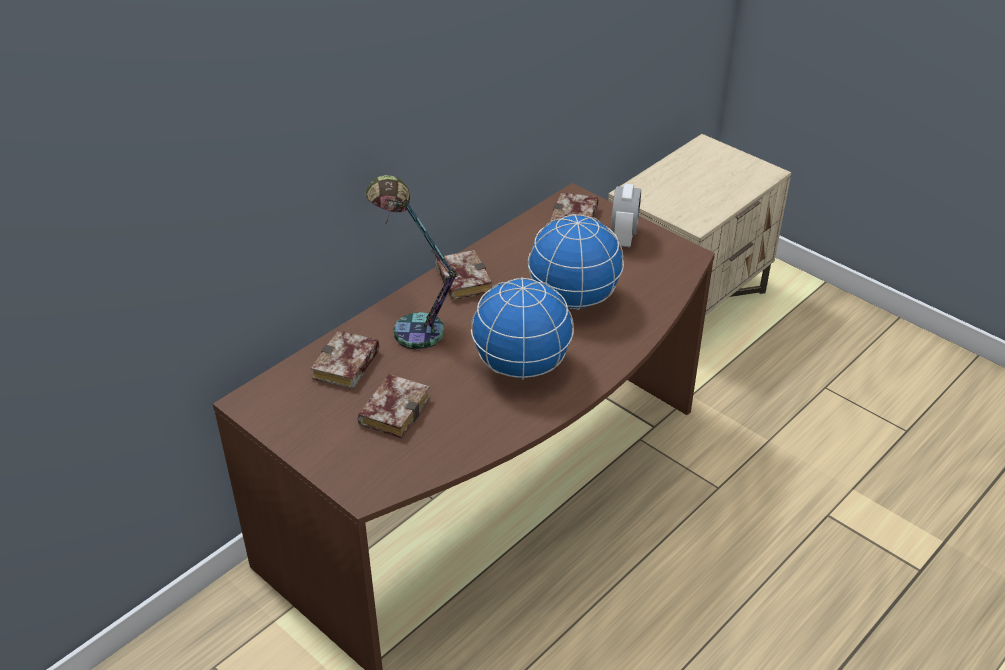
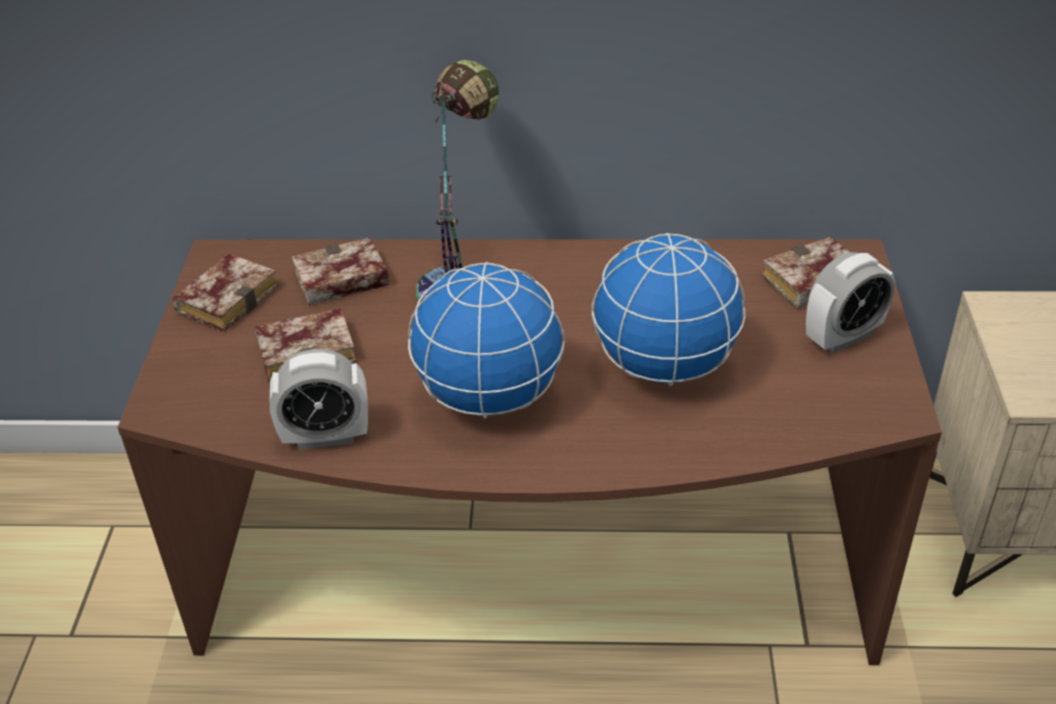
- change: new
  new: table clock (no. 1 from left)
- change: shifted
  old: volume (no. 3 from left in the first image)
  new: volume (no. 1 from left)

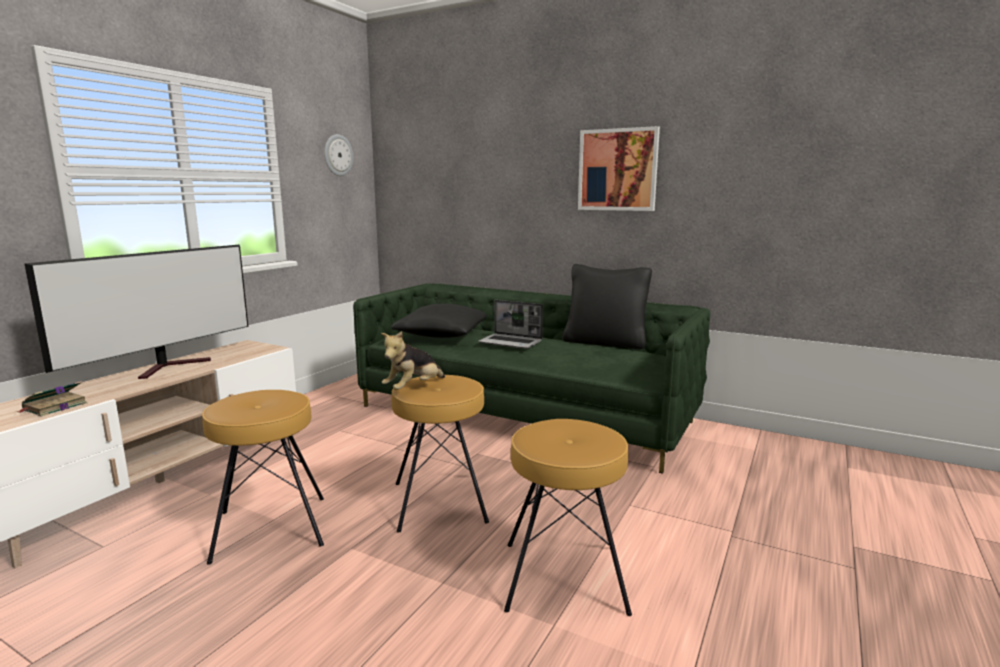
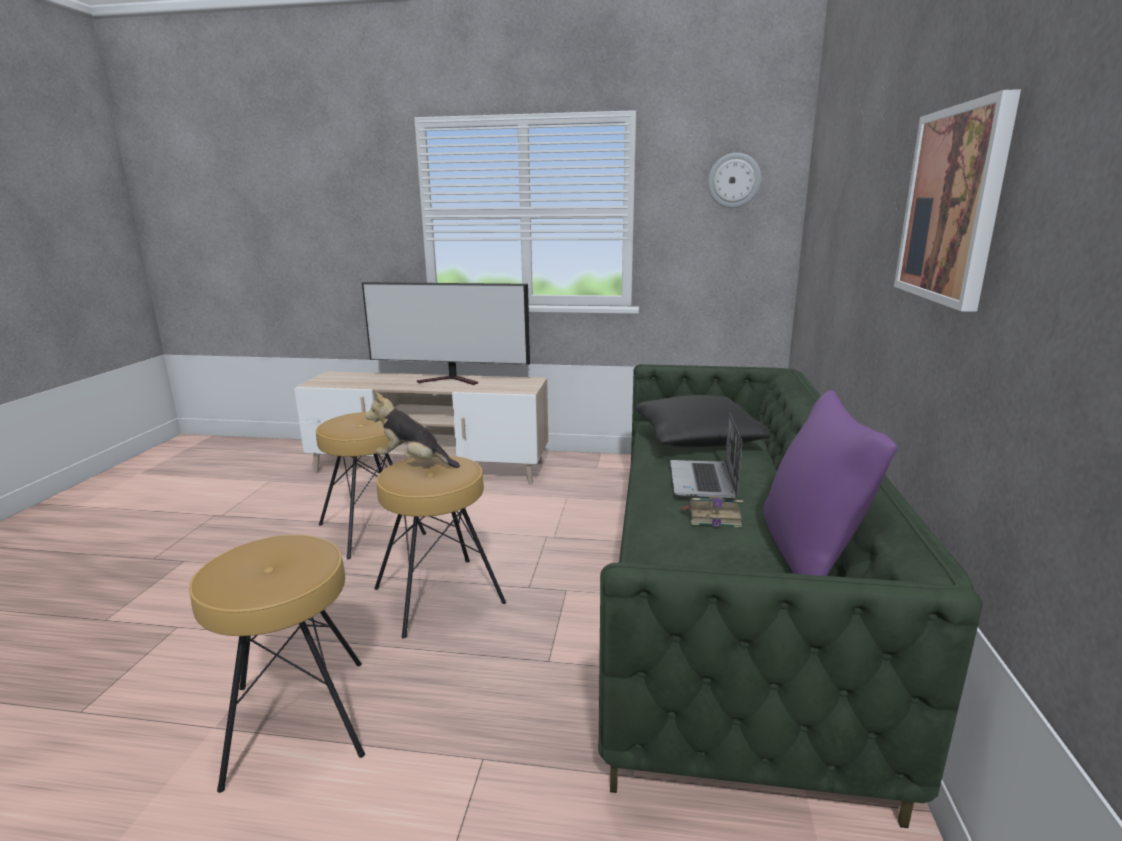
- change: shifted
  old: volume
- change: repainted
  old: throw pillow (black) (no. 2 from left)
  new: throw pillow (purple)

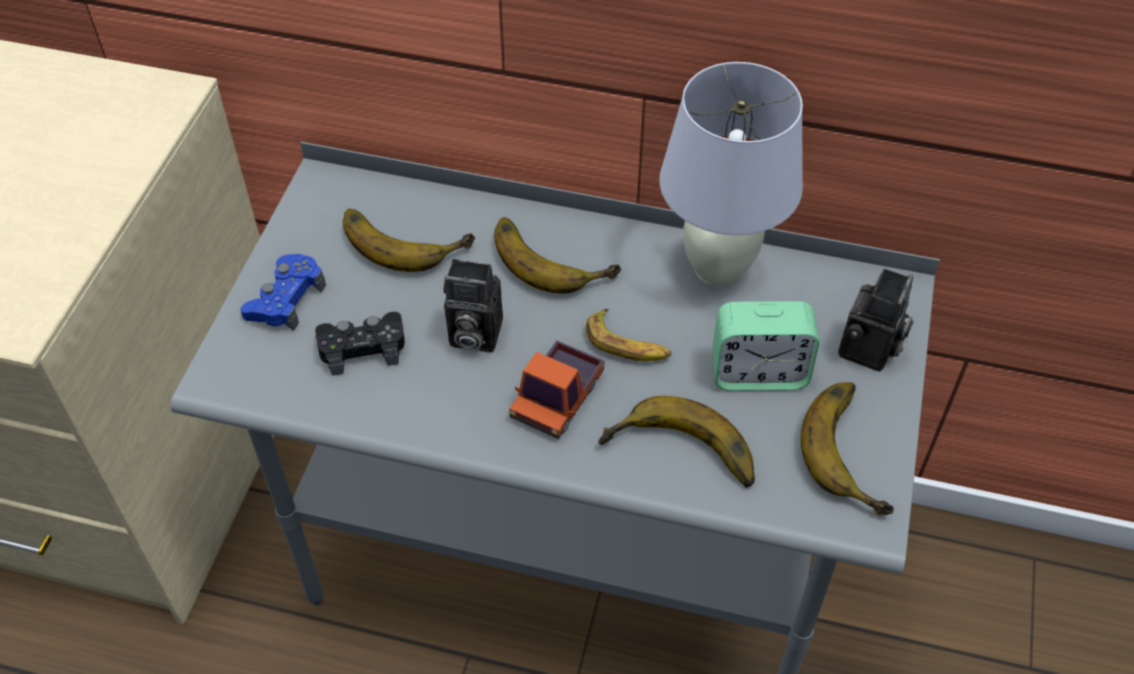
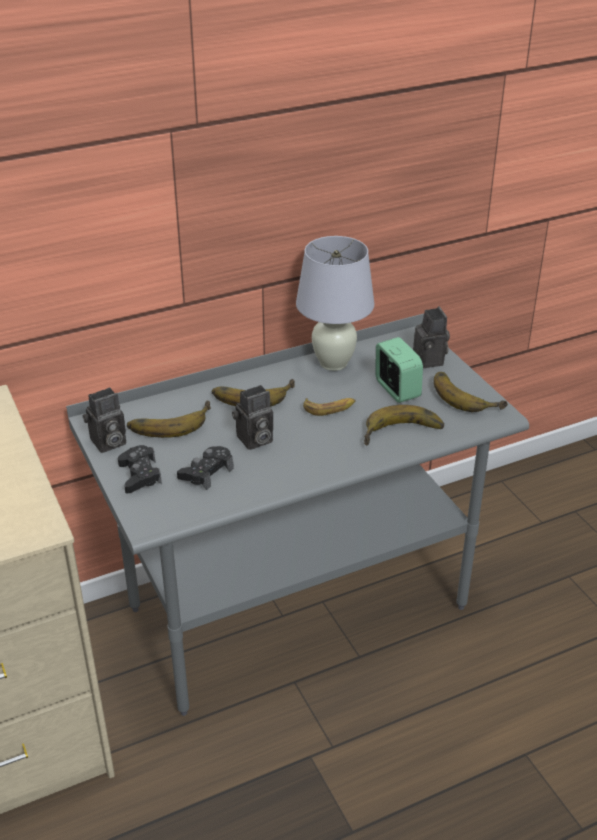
- change: gone
  old: toy truck
- change: new
  new: photo camera (no. 1 from left)
- change: repainted
  old: joypad (bluish)
  new: joypad (black) (no. 1 from left)
- change: rotated
  old: table clock
  degrees: -75

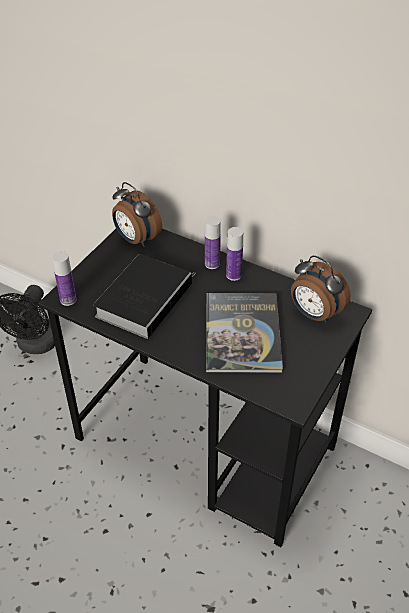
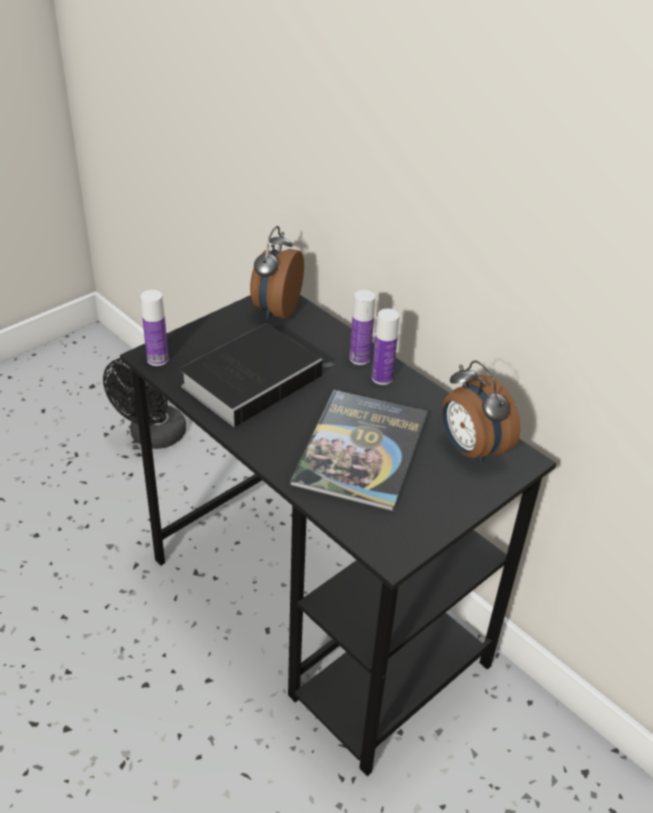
- change: rotated
  old: table clock (no. 1 from left)
  degrees: 45

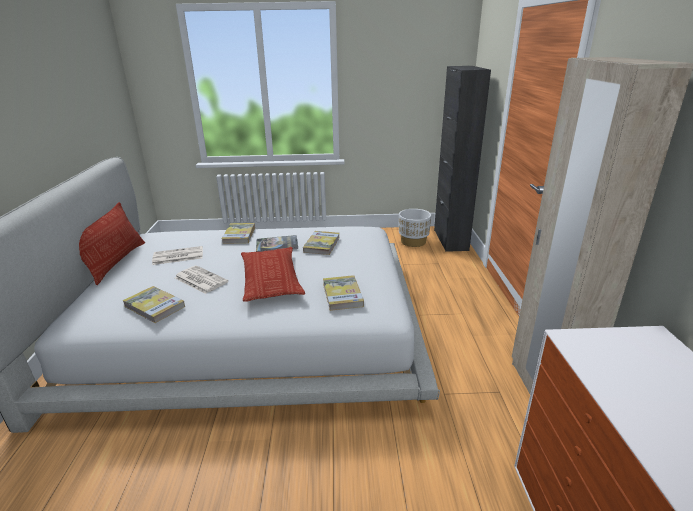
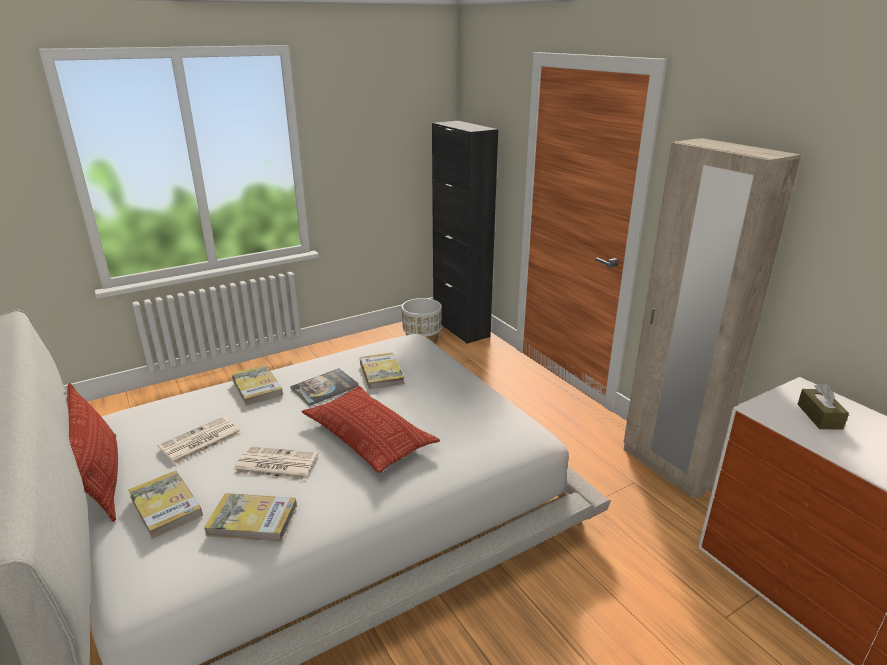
- change: new
  new: box of tissues (brown-coloured)
- change: shifted
  old: volume (no. 5 from left in the first image)
  new: volume (no. 1 from left)

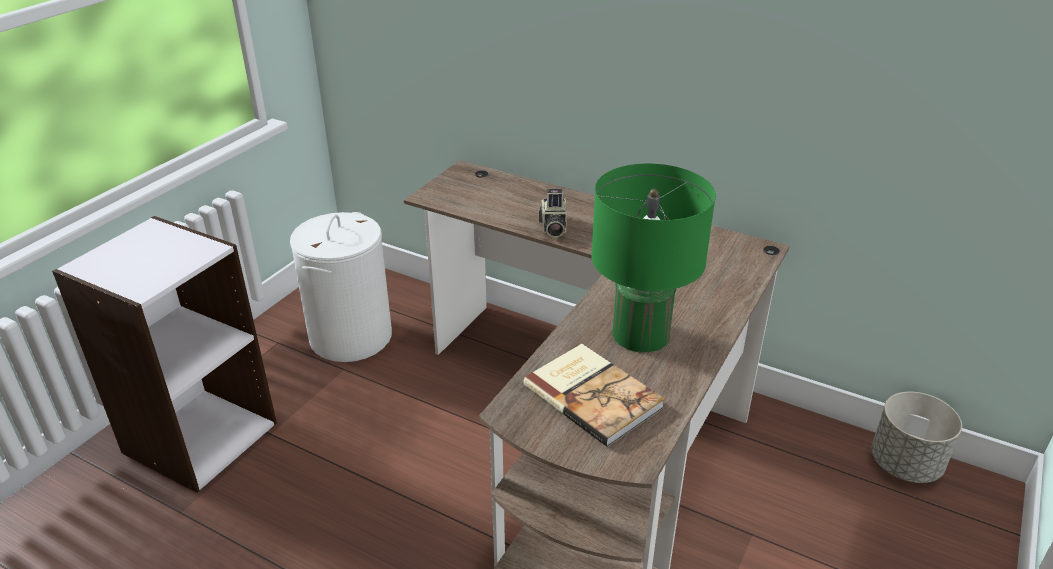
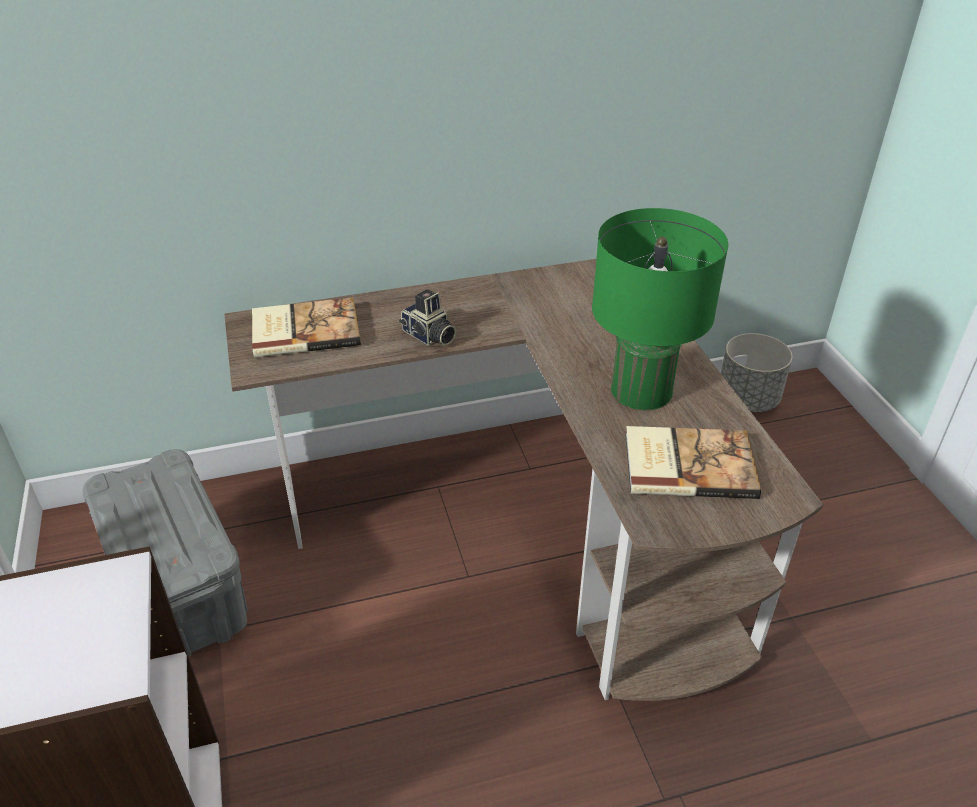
- change: new
  new: volume (no. 1 from left)
- change: swapped
  old: hamper (white)
  new: storage box (greyish)

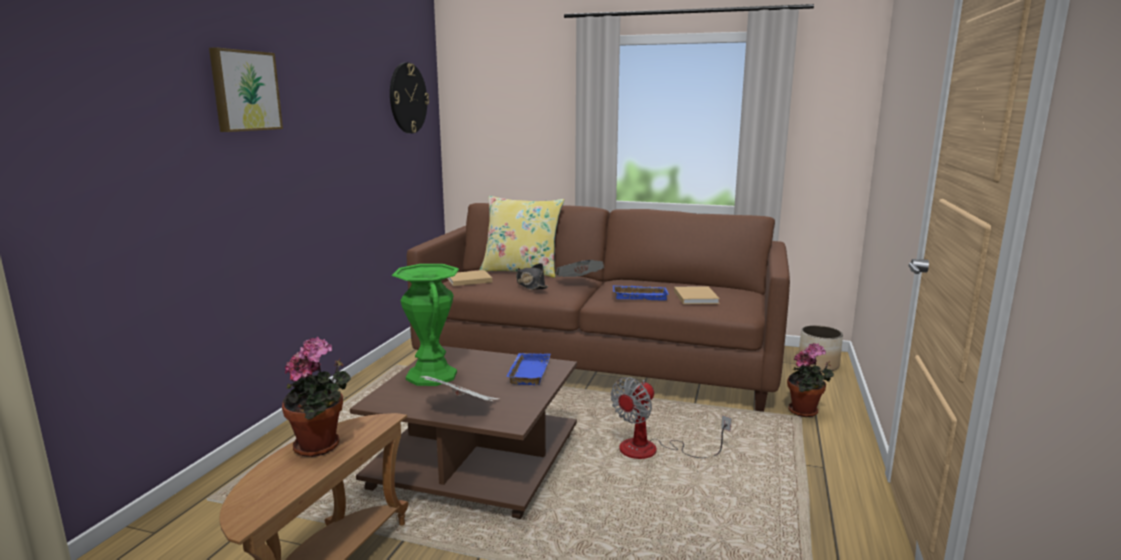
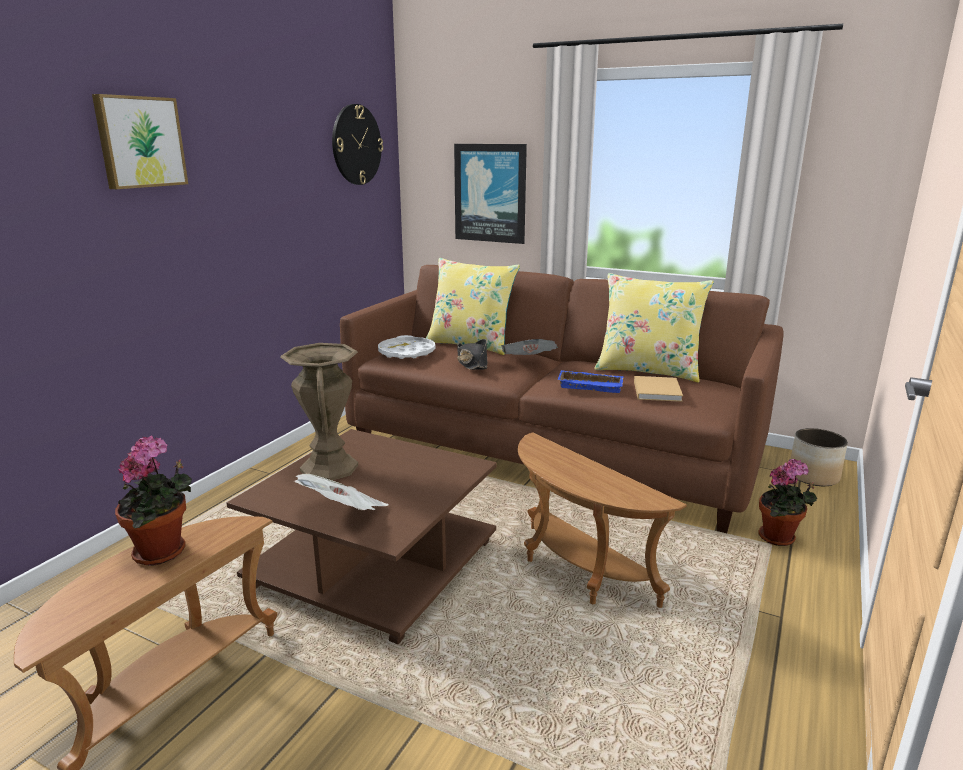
- change: gone
  old: tray (bluish) (no. 1 from left)
- change: new
  new: picture (no. 2 from left)
- change: new
  new: throw pillow (yellowish) (no. 2 from left)
- change: swapped
  old: volume (sand-coloured) (no. 1 from left)
  new: tray (white)
- change: swapped
  old: cooling fan
  new: end table (brown-coloured) (no. 2 from left)
- change: repainted
  old: decorative vase (greenish)
  new: decorative vase (brown-coloured)

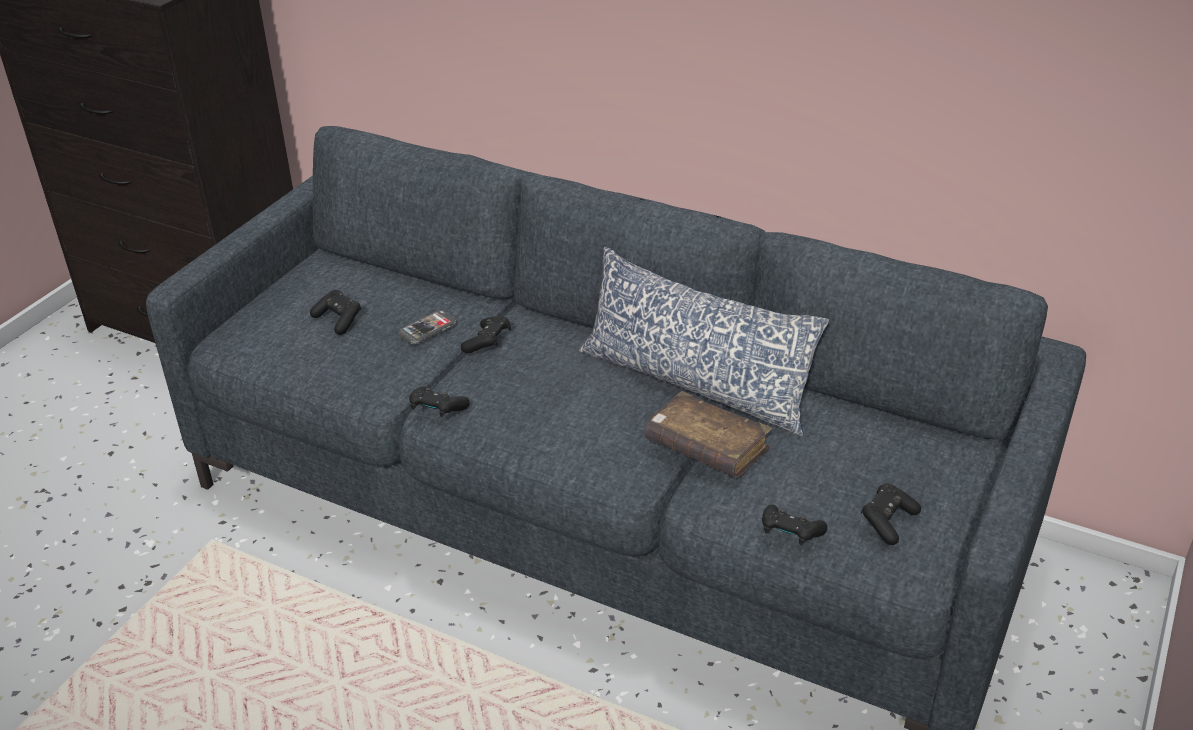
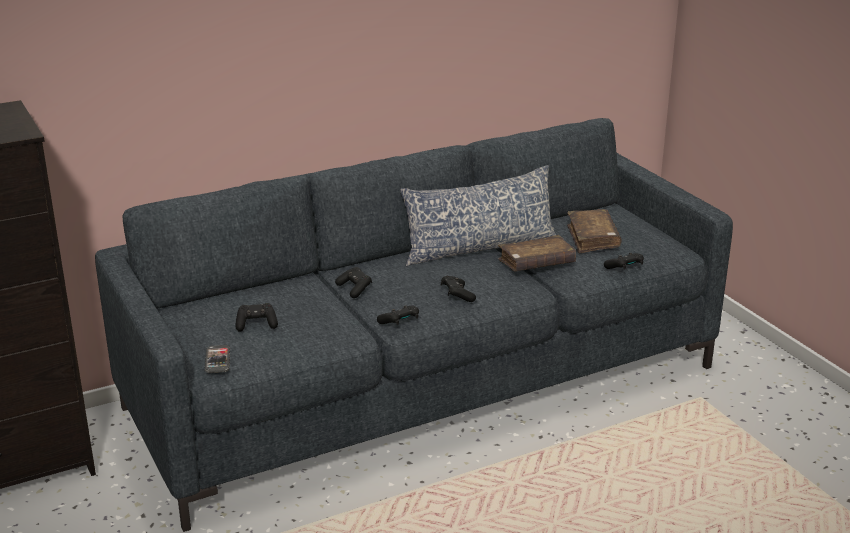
- change: new
  new: volume (brown-coloured) (no. 2 from left)
- change: shifted
  old: telephone
- change: shifted
  old: joypad (black) (no. 5 from left in the first image)
  new: joypad (black) (no. 4 from left)

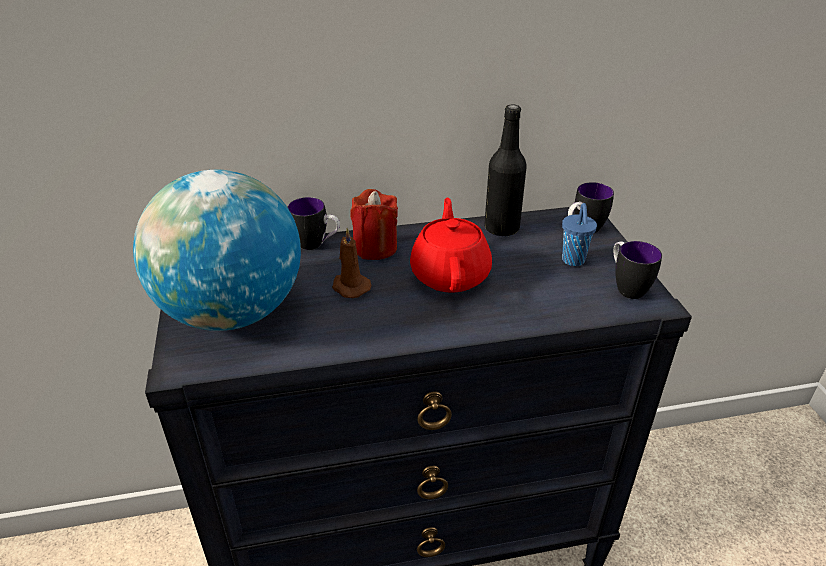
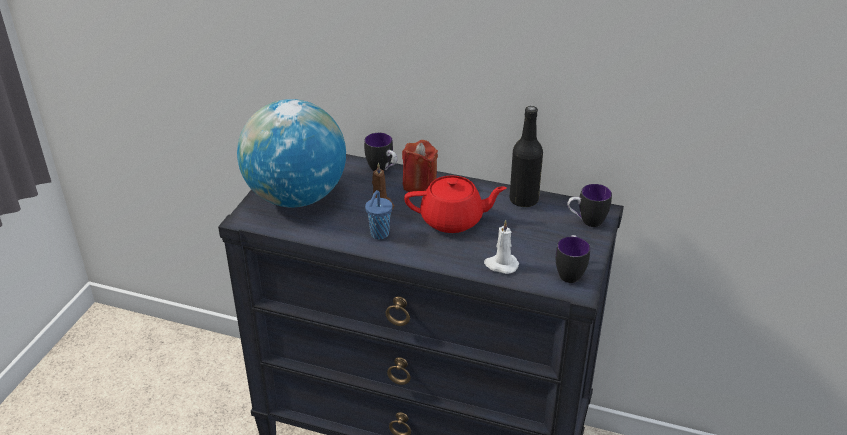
- change: new
  new: wax candle (white)
- change: shifted
  old: small cup (bluish)
- change: rotated
  old: pot for tea (reddish)
  degrees: 60

